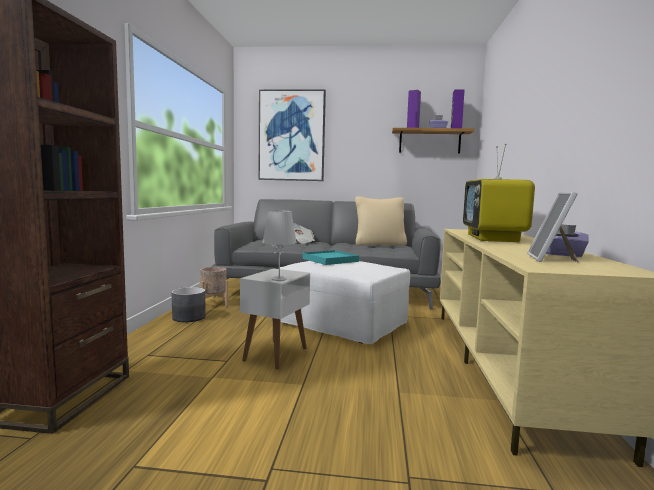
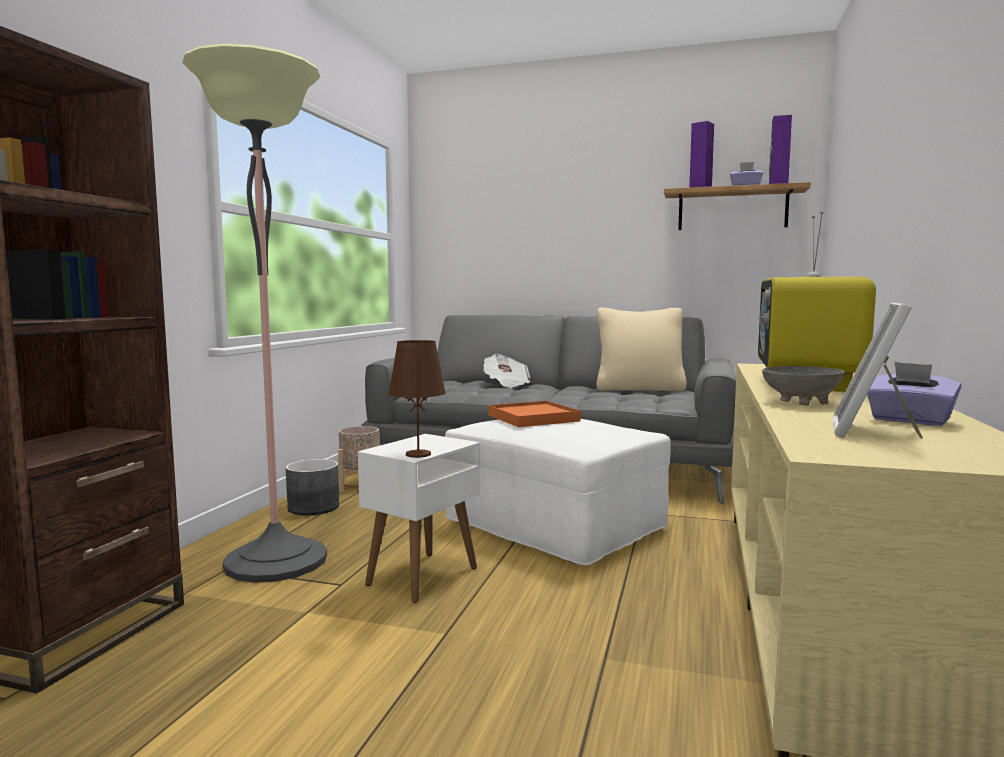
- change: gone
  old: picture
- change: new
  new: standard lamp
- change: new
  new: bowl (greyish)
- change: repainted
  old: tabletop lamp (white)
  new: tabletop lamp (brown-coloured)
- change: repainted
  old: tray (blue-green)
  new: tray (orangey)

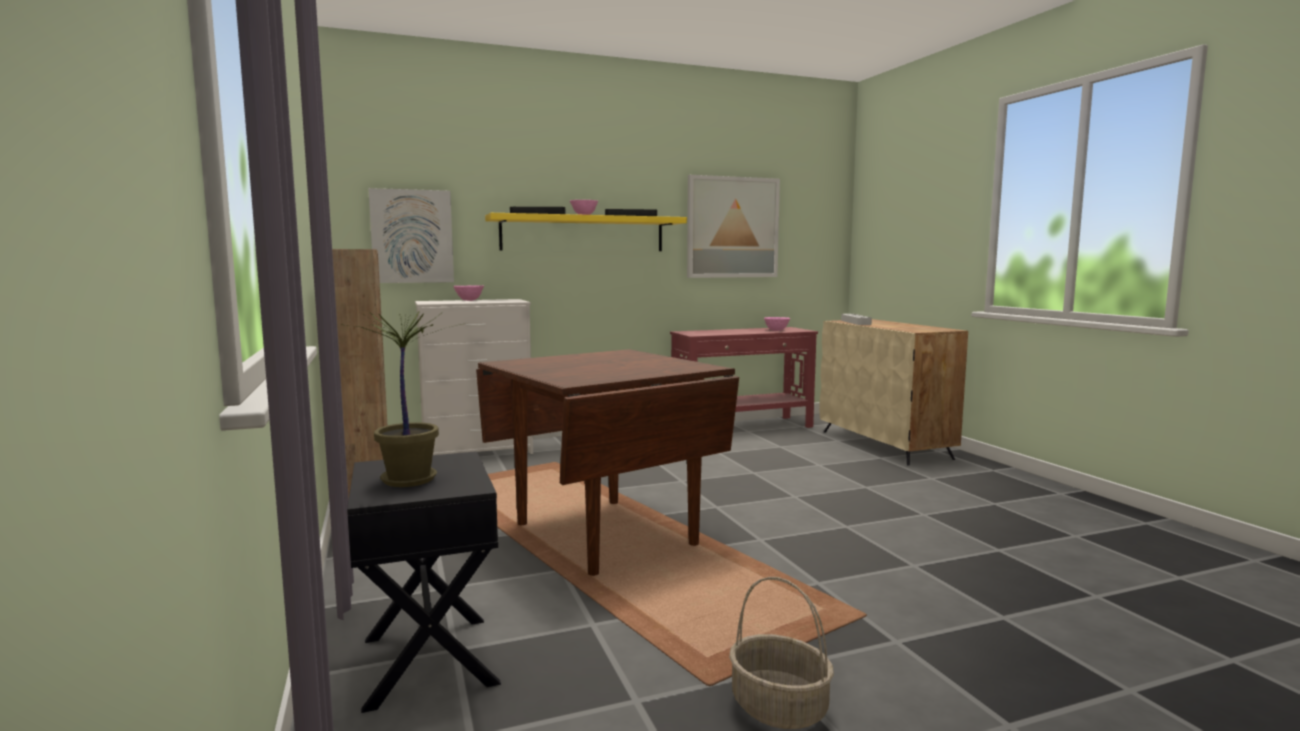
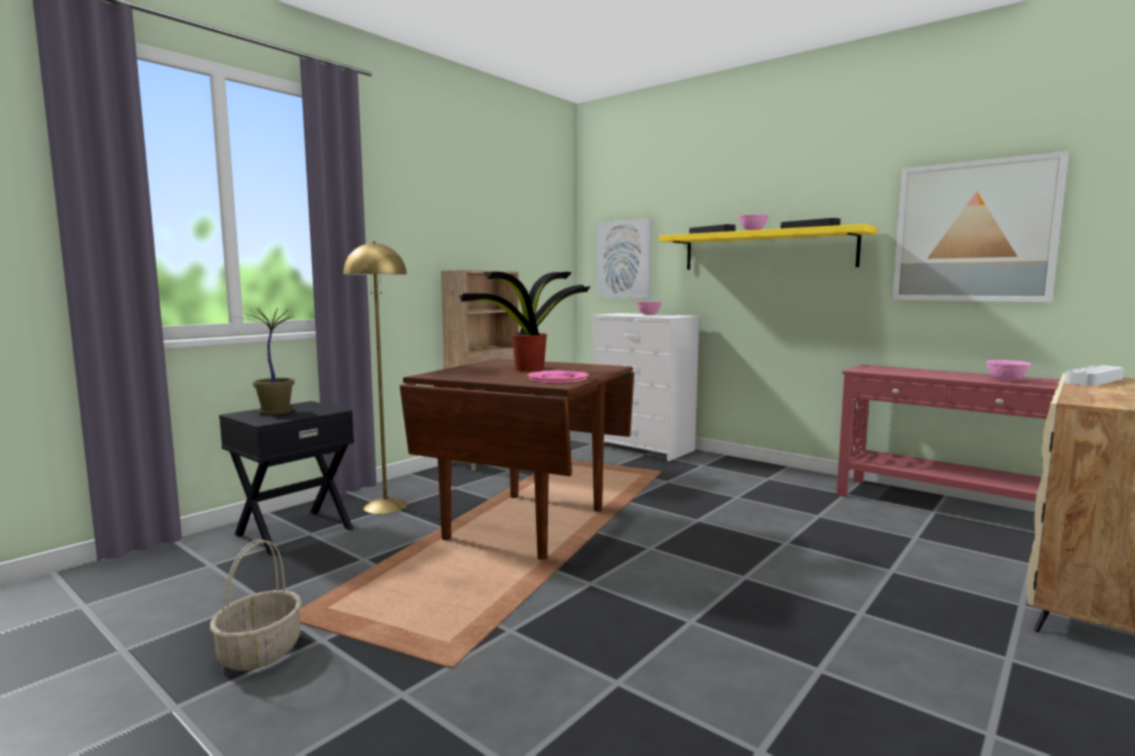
- change: new
  new: standard lamp (yellowish)
- change: new
  new: houseplant (no. 2 from left)
- change: new
  new: flat dish (pink)

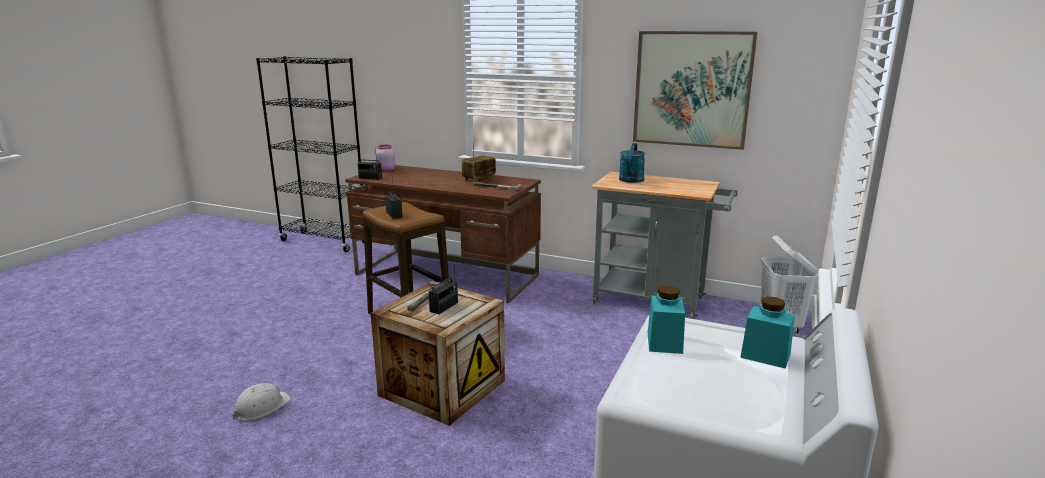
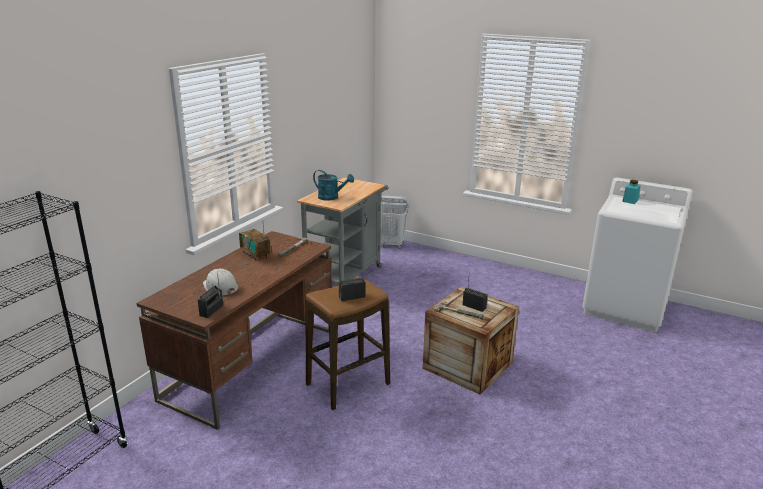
- change: gone
  old: preserve jar (pink)
- change: gone
  old: picture
- change: gone
  old: preserve jar (blue-green) (no. 1 from left)
- change: shifted
  old: safety helmet (white)

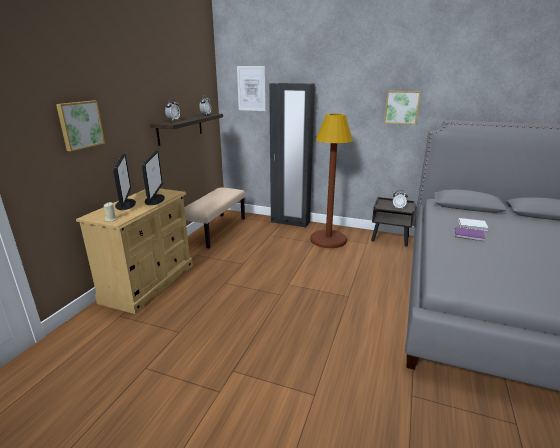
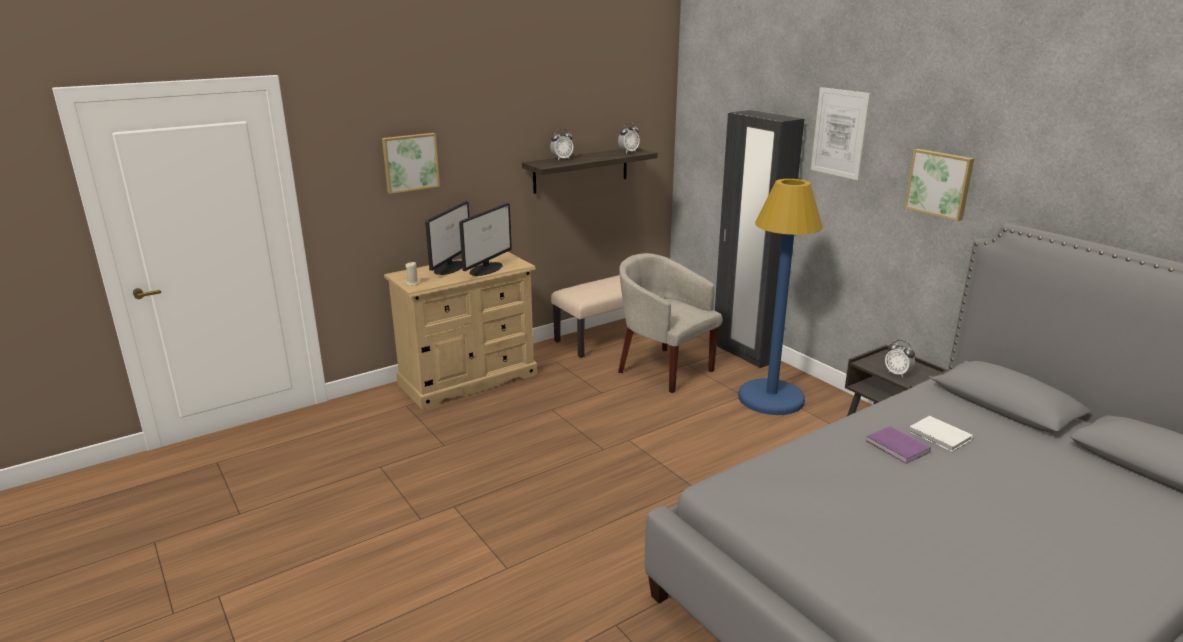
- change: new
  new: easy chair (sand-coloured)
- change: shifted
  old: picture (no. 2 from left)
- change: repainted
  old: standard lamp (brown-coloured)
  new: standard lamp (bluish)

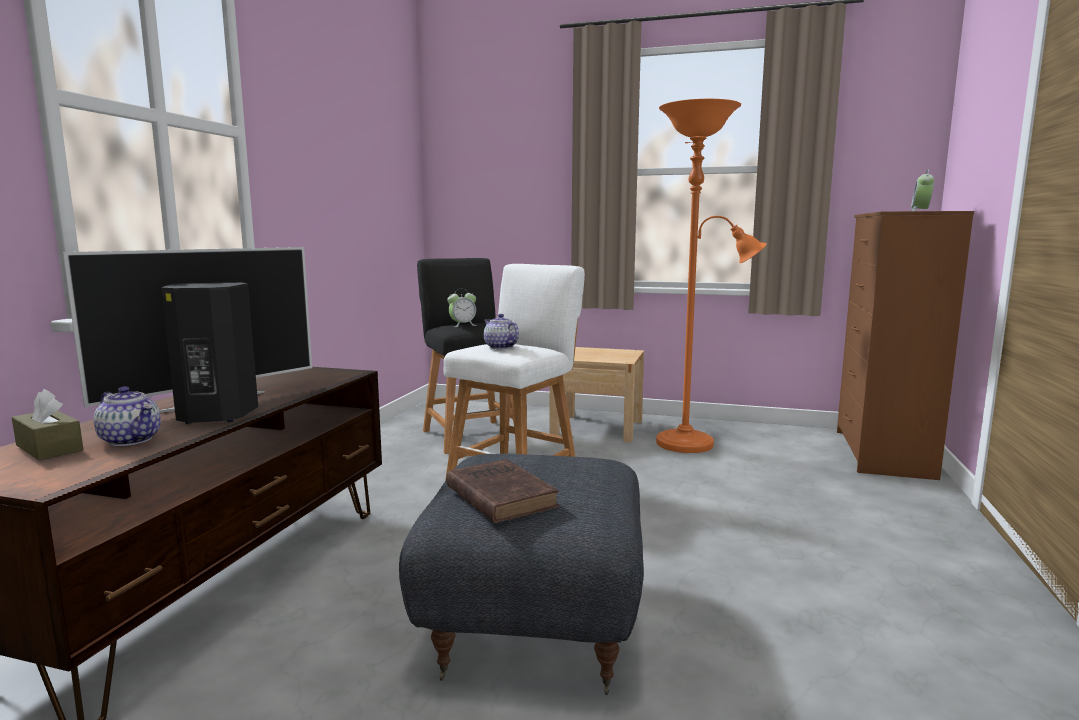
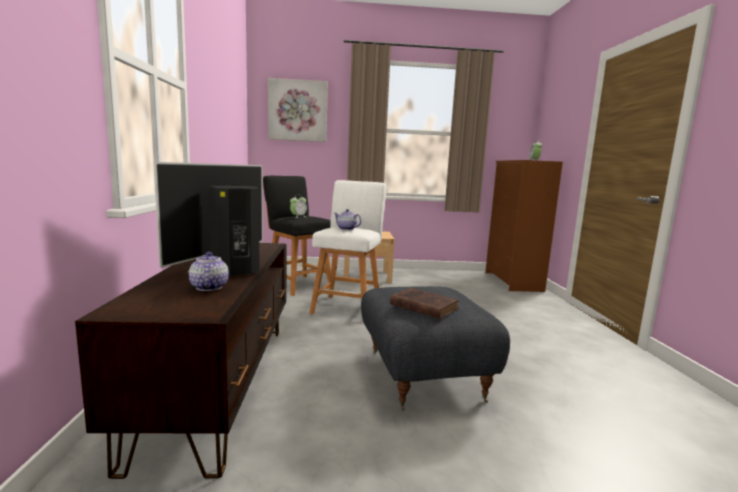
- change: gone
  old: box of tissues (brown-coloured)
- change: gone
  old: standard lamp (orangey)
- change: new
  new: picture
- change: rotated
  old: pot for tea (no. 1 from left)
  degrees: -120

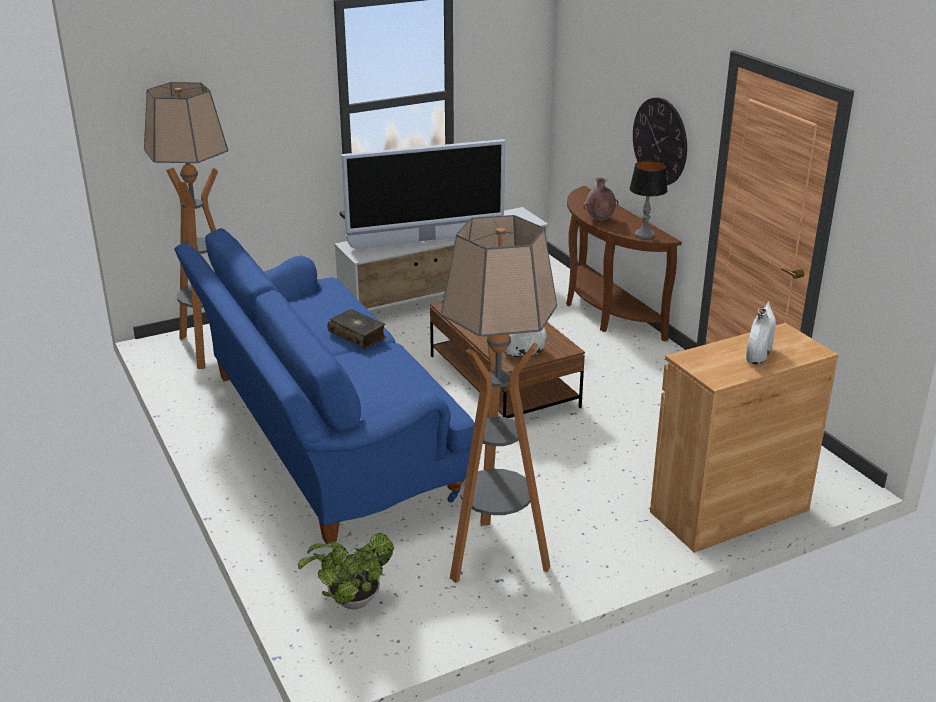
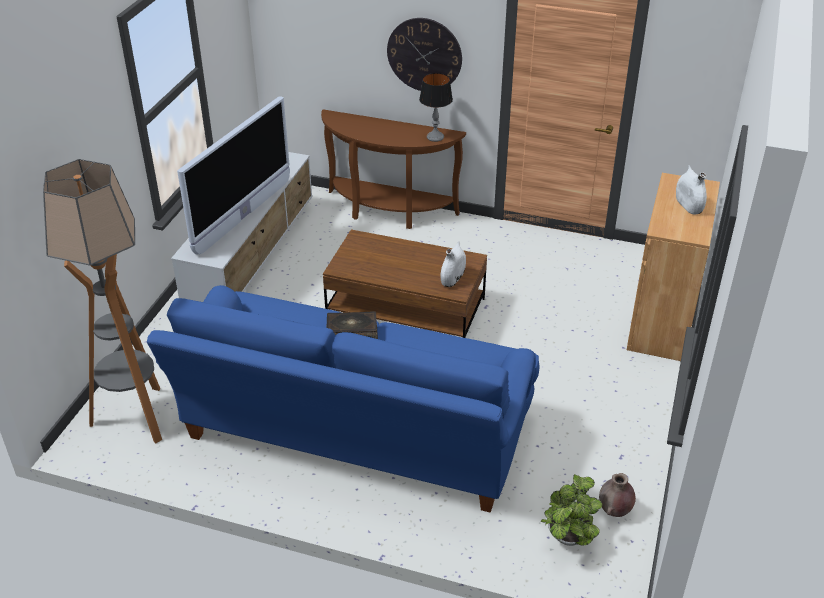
- change: gone
  old: standard lamp (no. 2 from left)
- change: shifted
  old: decorative vase (brown-coloured)

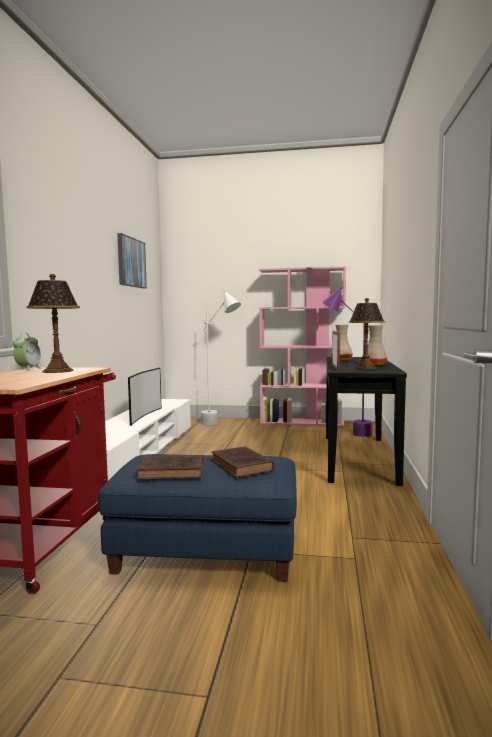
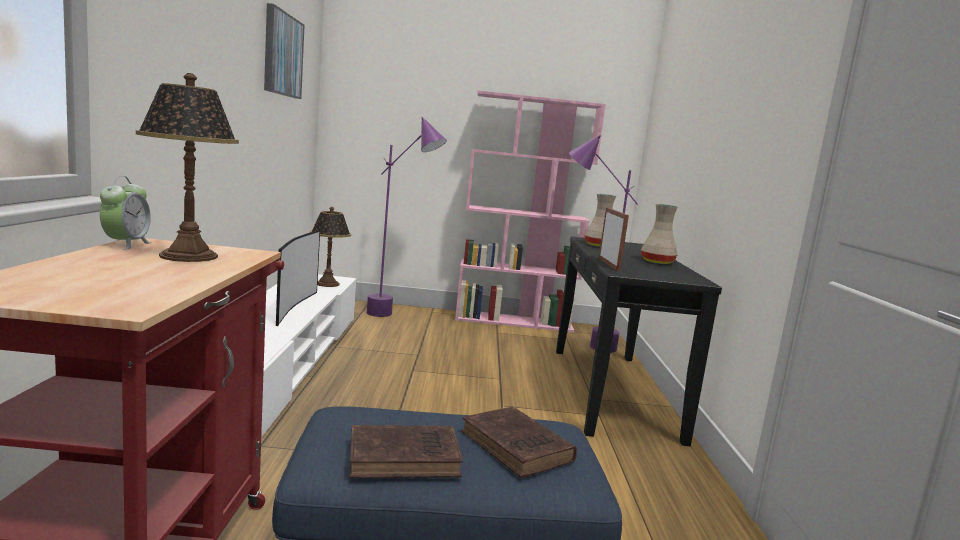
- change: shifted
  old: tabletop lamp (no. 2 from left)
- change: repainted
  old: standard lamp (white)
  new: standard lamp (purple) (no. 1 from left)

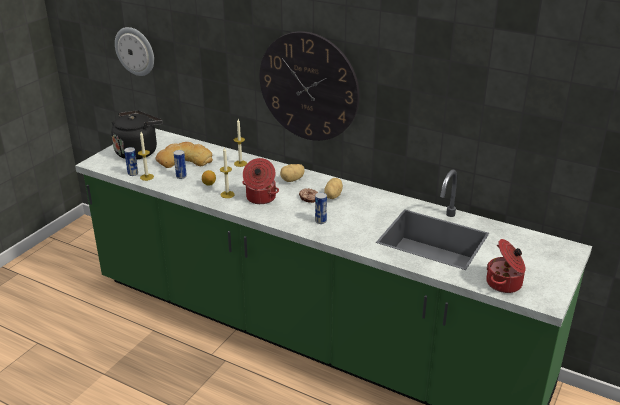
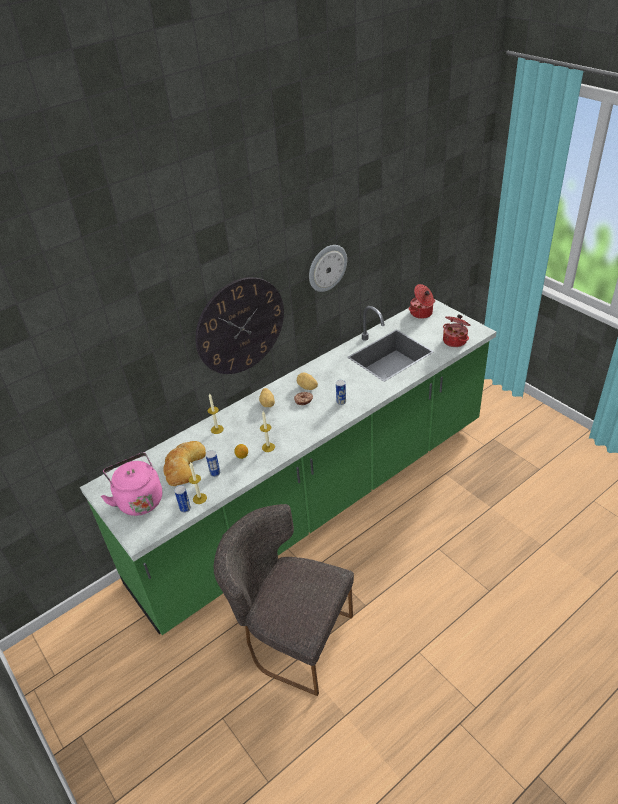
- change: new
  new: chair (greyish)
- change: shifted
  old: wall clock (no. 1 from left in the first image)
  new: wall clock (no. 2 from left)
- change: shifted
  old: saucepot (no. 1 from left)
- change: repainted
  old: tea kettle (black)
  new: tea kettle (pink)

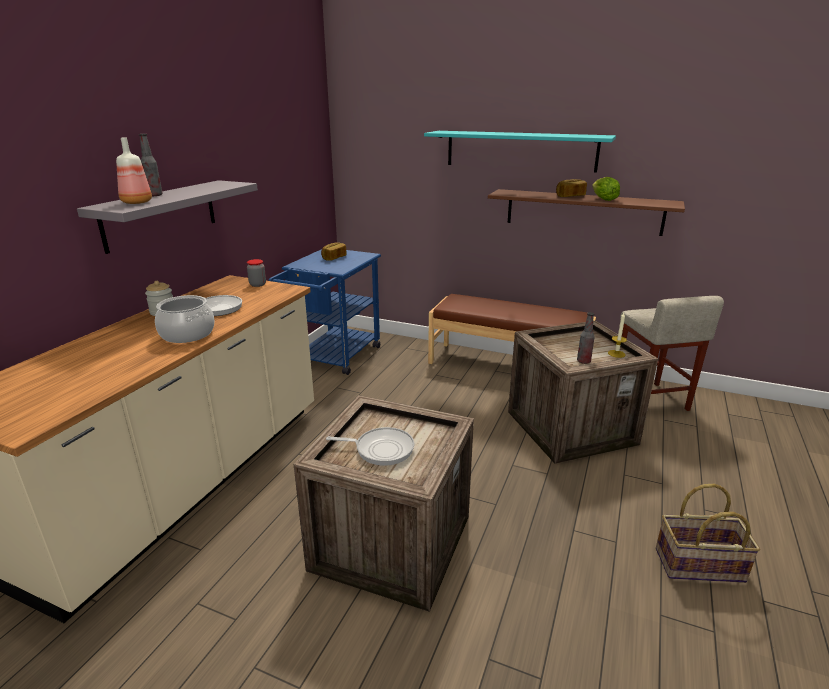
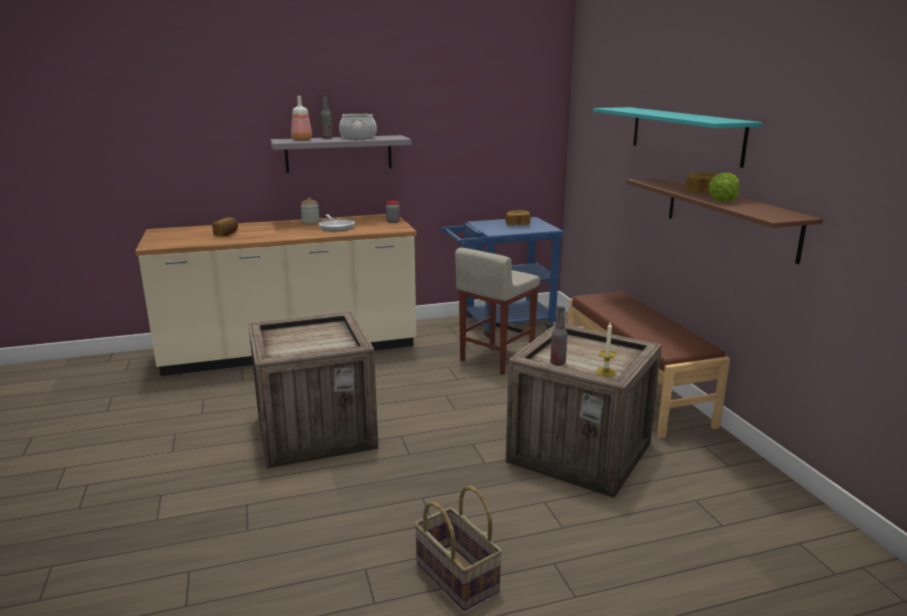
- change: gone
  old: frying pan (no. 2 from left)
- change: new
  new: baked bread (no. 1 from left)
- change: shifted
  old: saucepot
- change: shifted
  old: sitting stool (sand-coloured)

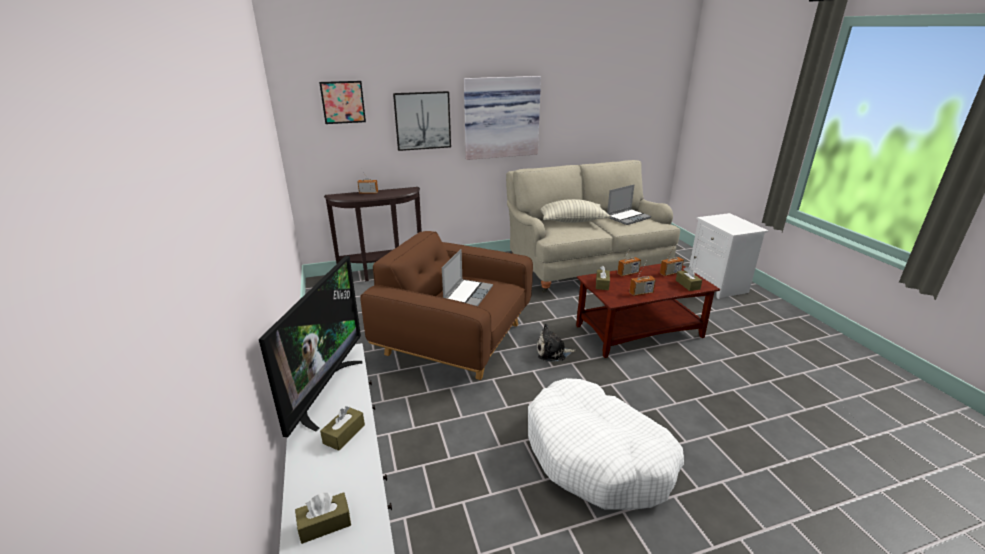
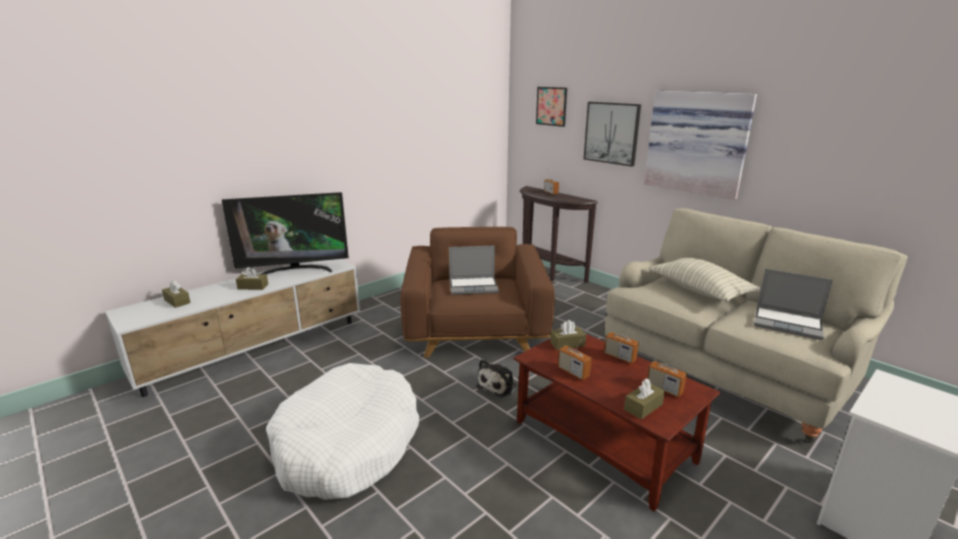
- change: rotated
  old: cuddly toy
  degrees: -120

